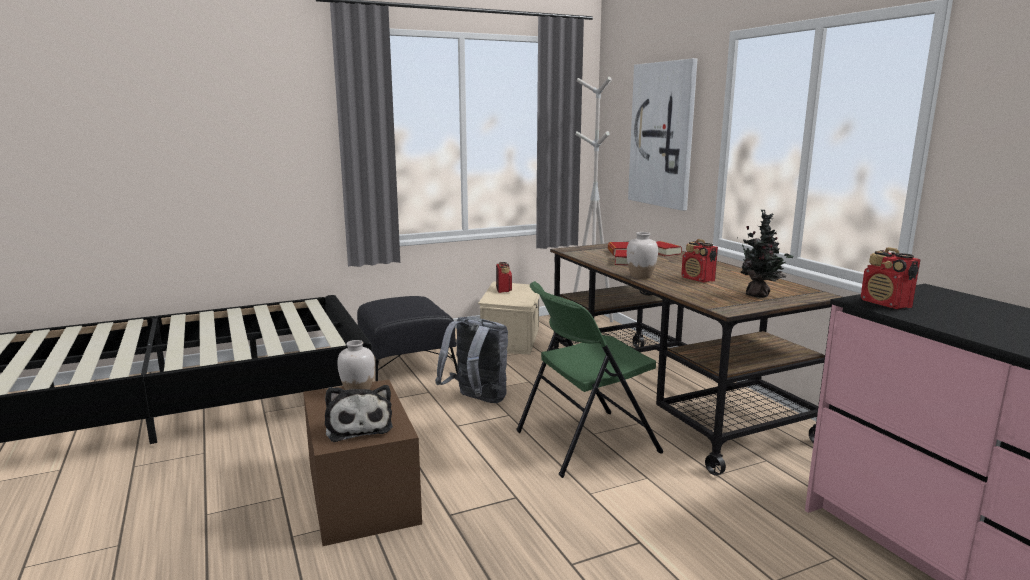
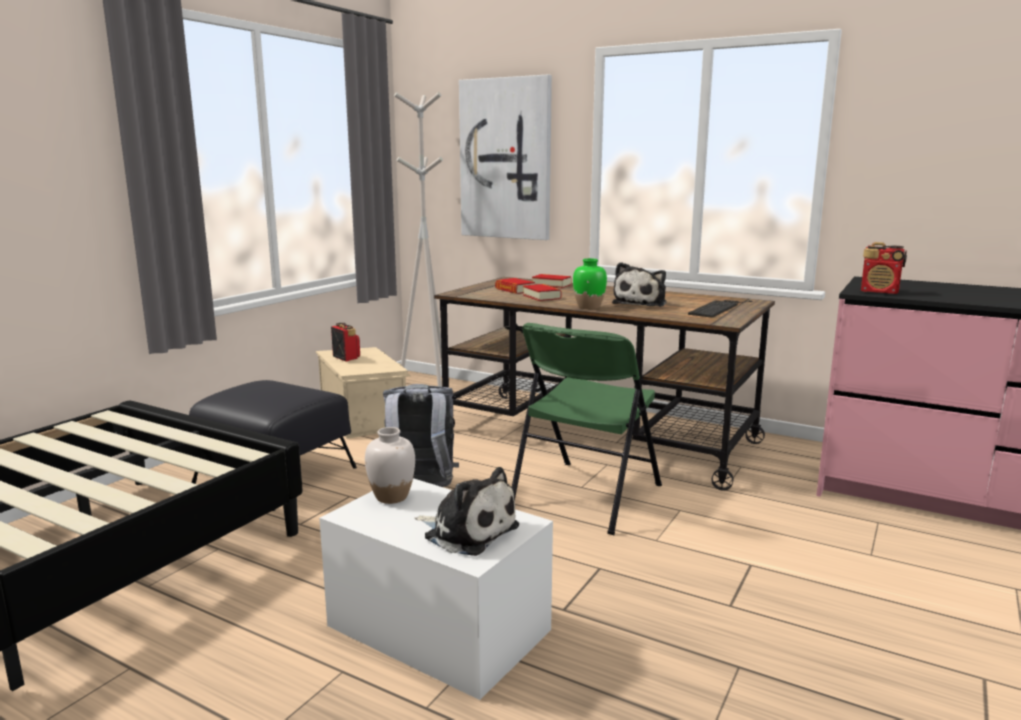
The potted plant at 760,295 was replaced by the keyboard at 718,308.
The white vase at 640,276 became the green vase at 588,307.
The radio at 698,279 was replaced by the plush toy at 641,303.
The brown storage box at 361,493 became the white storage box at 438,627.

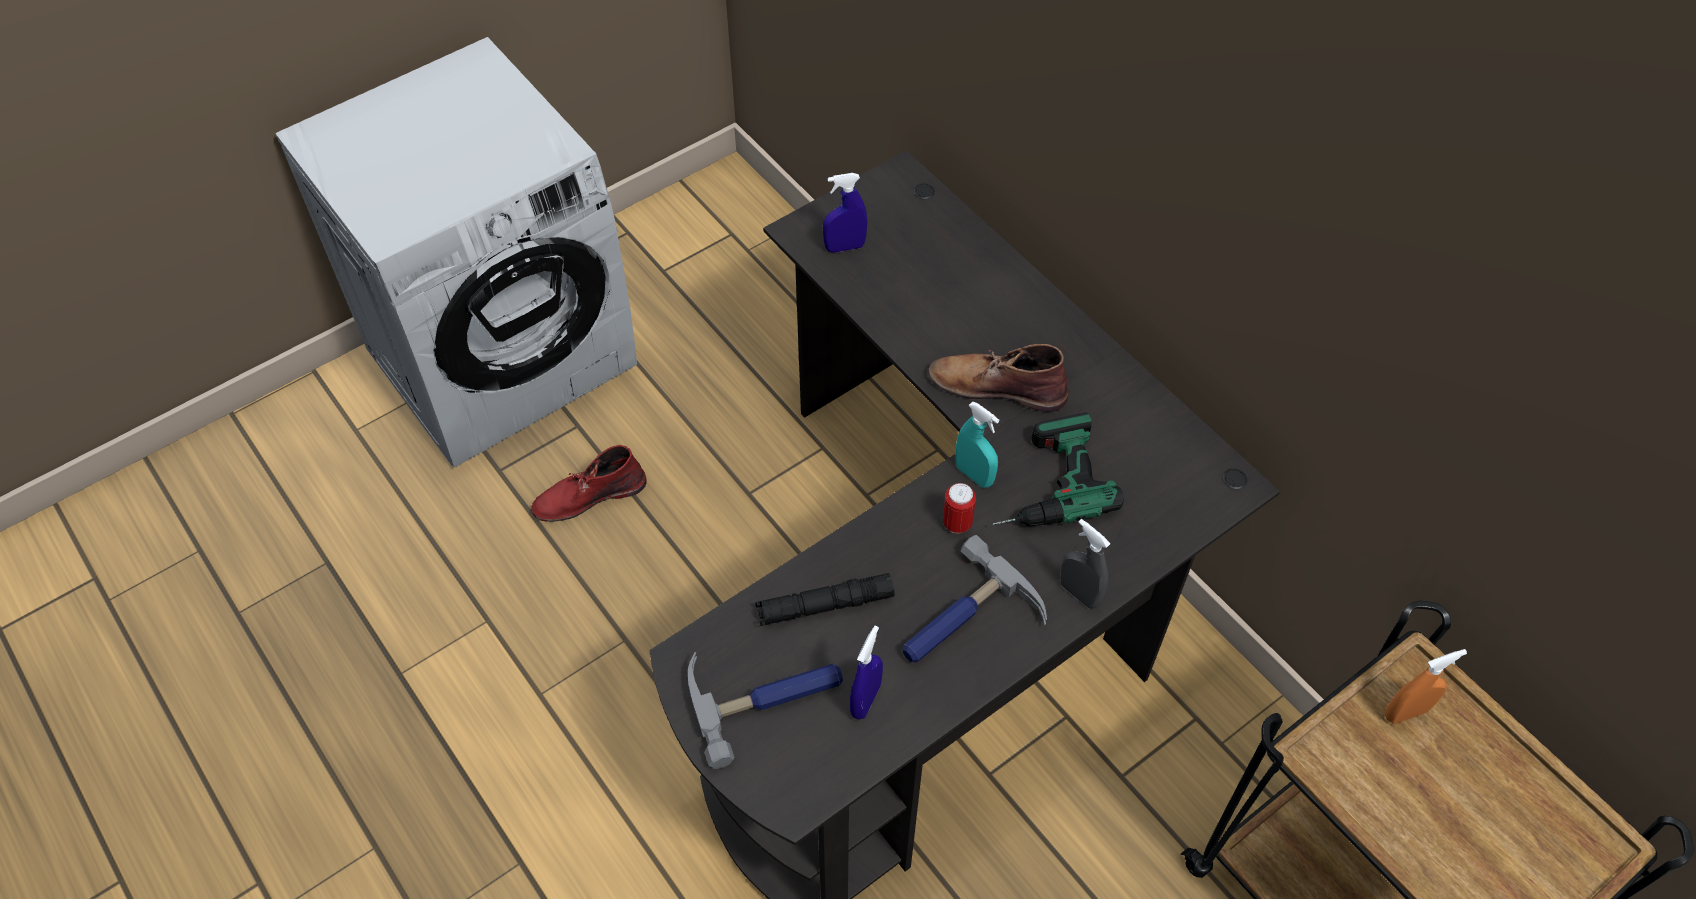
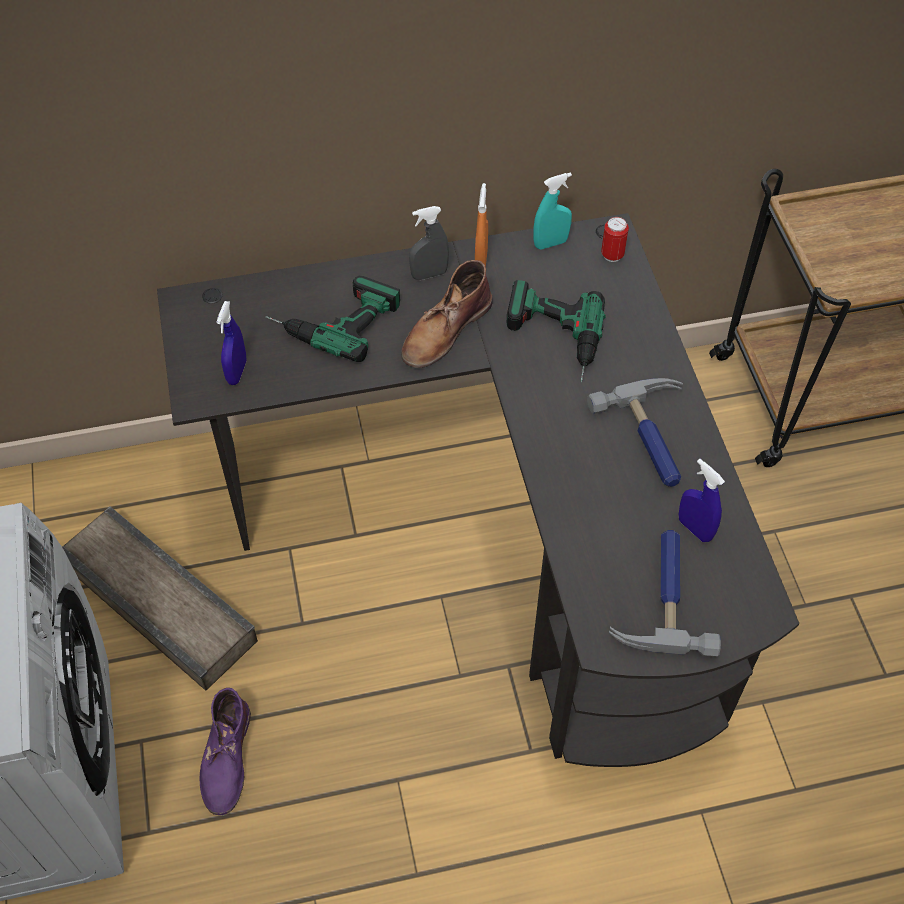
The turquoise spray bottle moved from 974,475 to 550,243.
The red boot at 588,495 became the purple boot at 226,758.
The can moved from 957,523 to 612,255.
The grey spray bottle moved from 1079,593 to 429,274.
The black flashlight at 825,605 disappeared.
The orange spray bottle moved from 1405,712 to 481,260.
The power drill at 332,318 appeared.
The crate at 161,600 appeared.

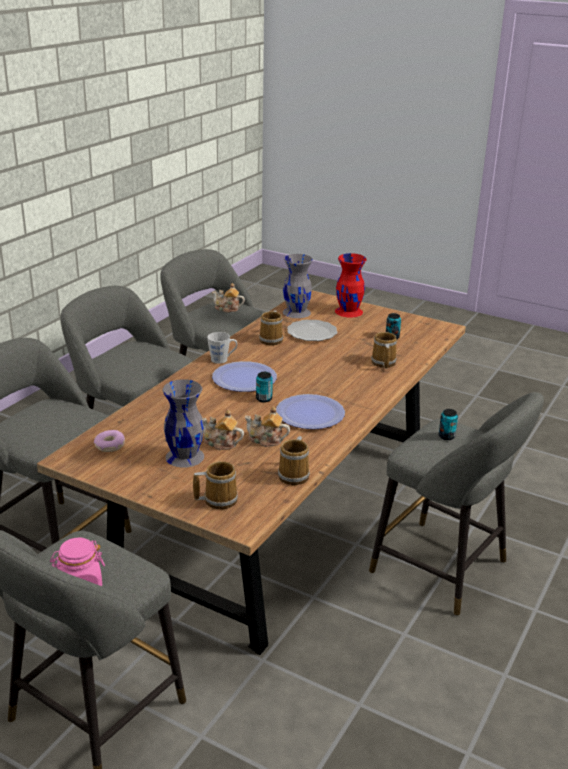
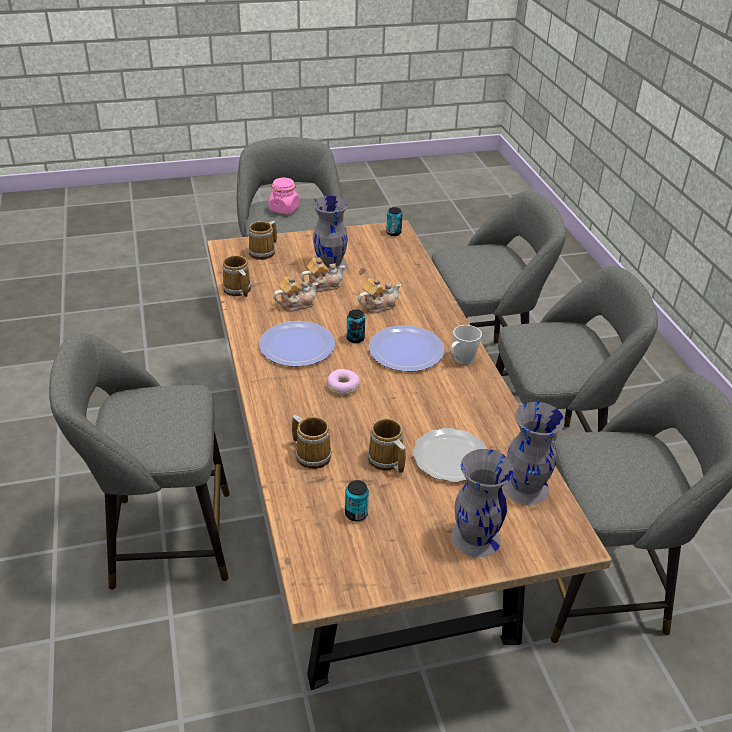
The red vase at 349,311 became the grey vase at 475,538.
The teapot moved from 227,309 to 378,306.
The mug moved from 272,339 to 386,460.
The can moved from 446,436 to 393,233.
The donut moved from 110,446 to 343,386.

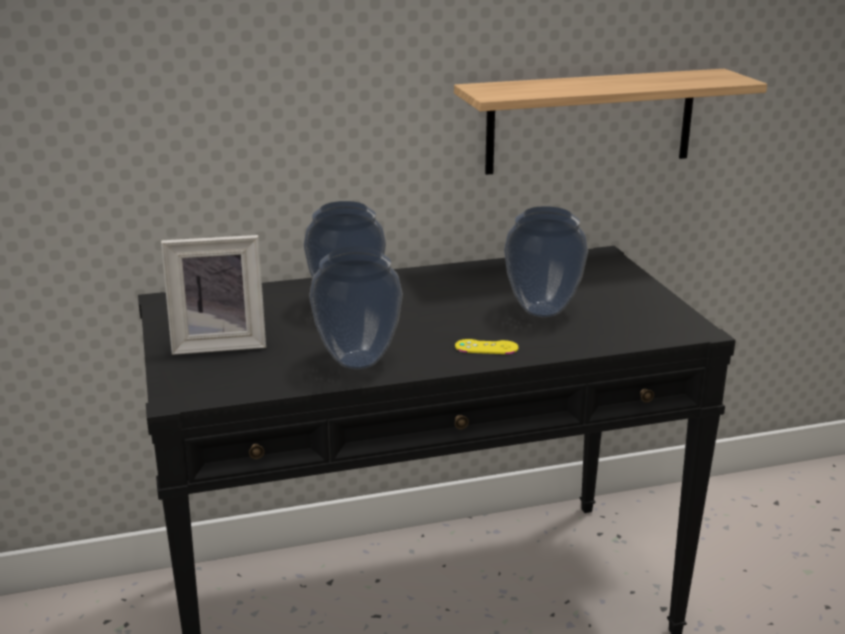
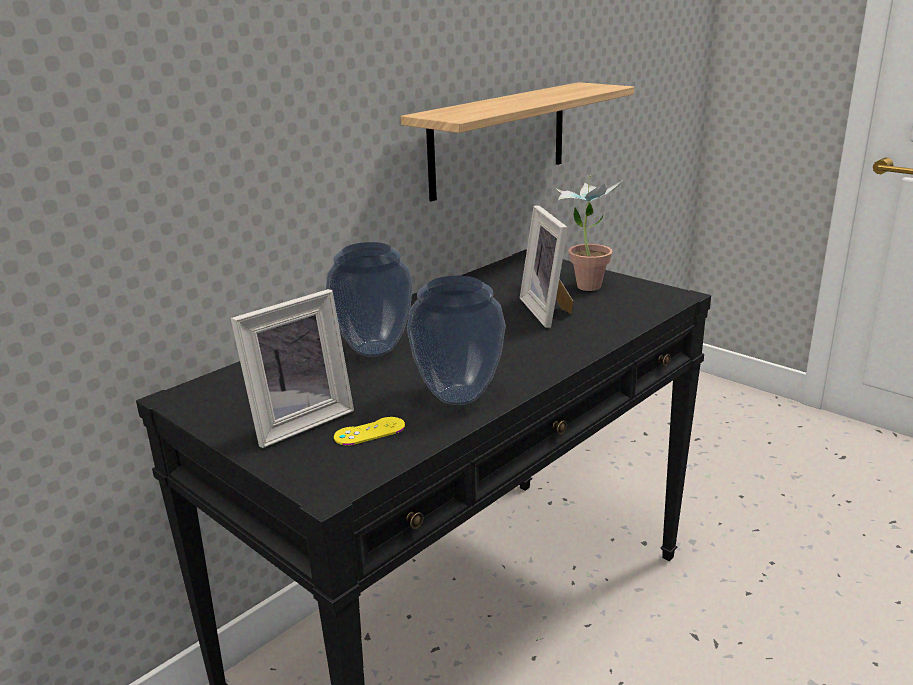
The vase at 543,311 was replaced by the picture frame at 549,311.
The yellow game controller moved from 486,347 to 369,431.
The potted plant at 585,283 appeared.

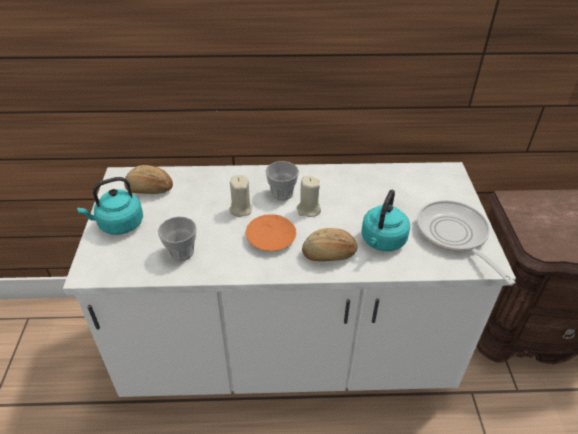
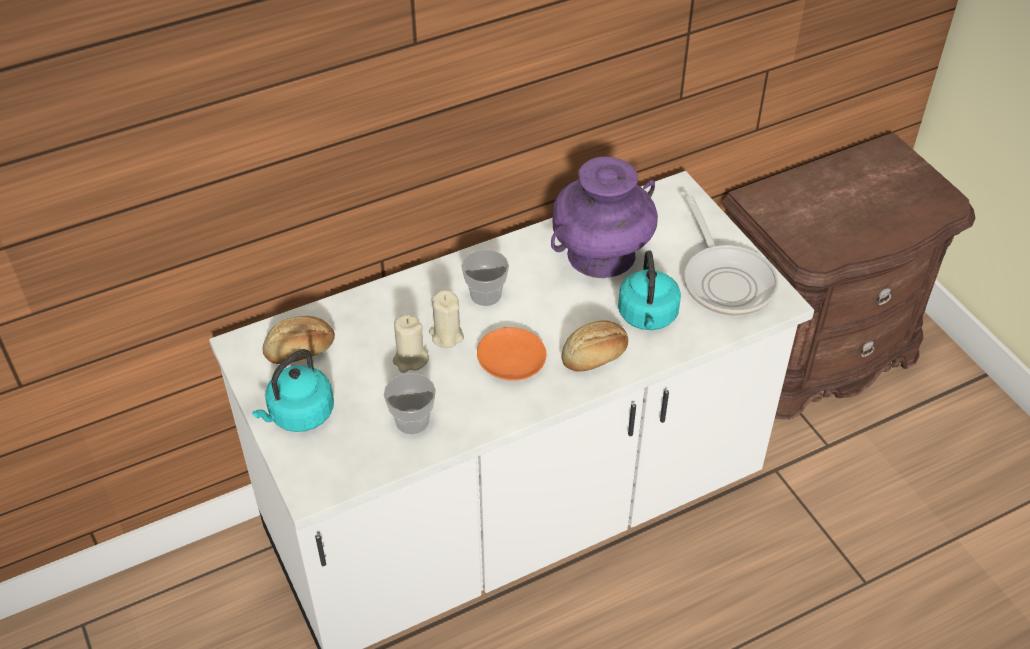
The beige candle moved from 308,210 to 410,359.
The frying pan at 454,236 turned 150 degrees counterclockwise.
The purple vase at 601,255 appeared.

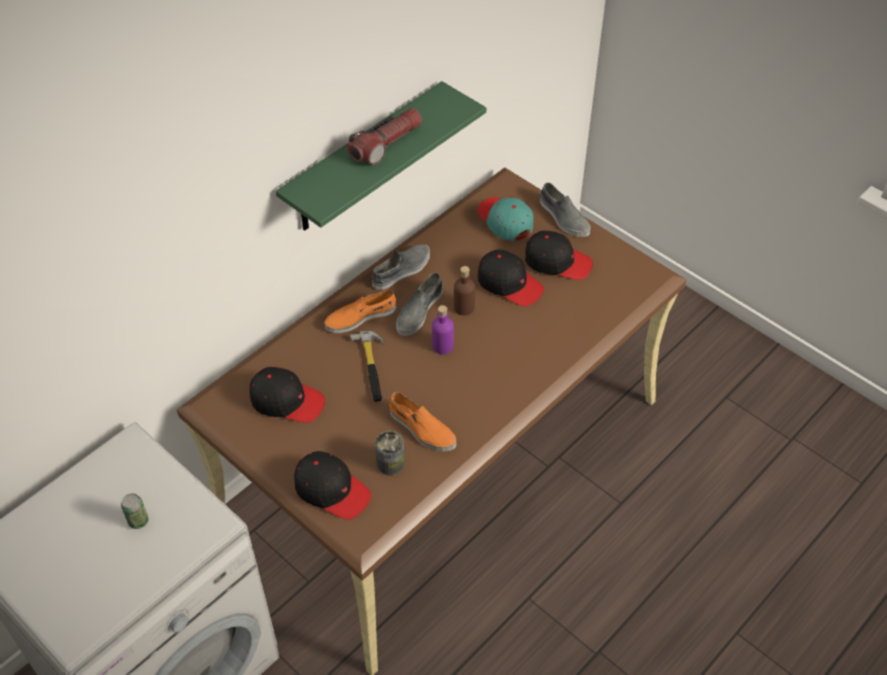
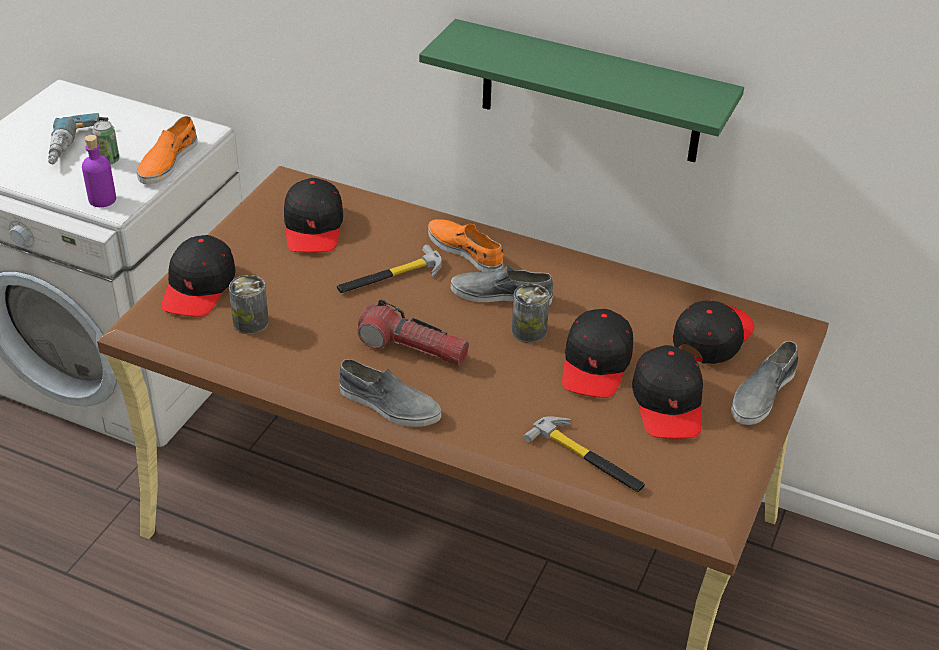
The flashlight moved from 386,144 to 413,348.
The turquoise cap at 505,221 became the black cap at 712,337.
The grey shoe moved from 402,270 to 388,404.
The brown bottle at 464,307 was replaced by the can at 529,331.
The purple bottle moved from 442,346 to 102,199.
The orange shoe moved from 421,429 to 167,161.
The power drill at 78,147 appeared.
The hammer at 588,458 appeared.

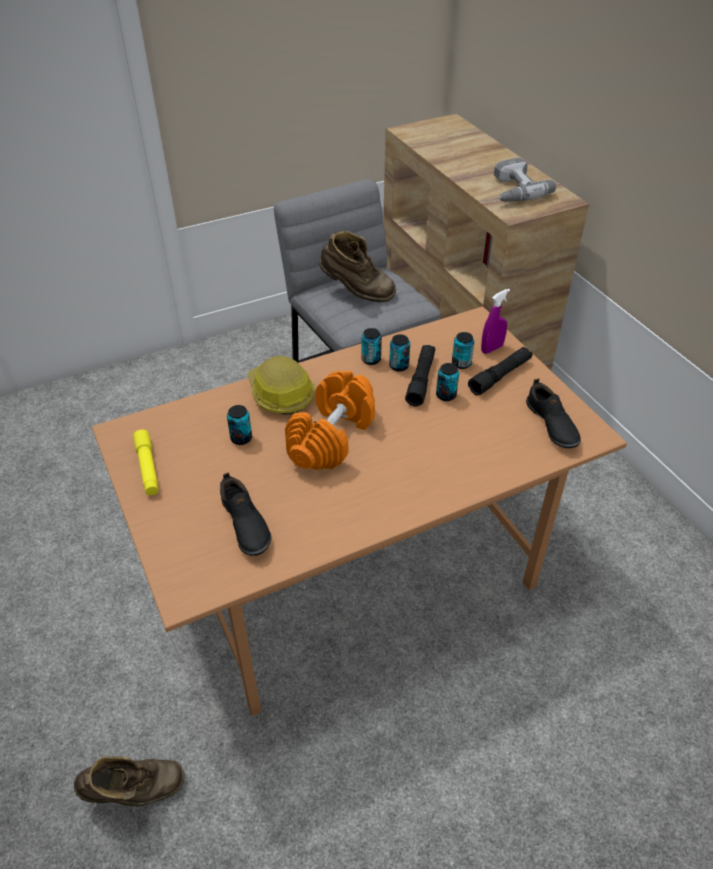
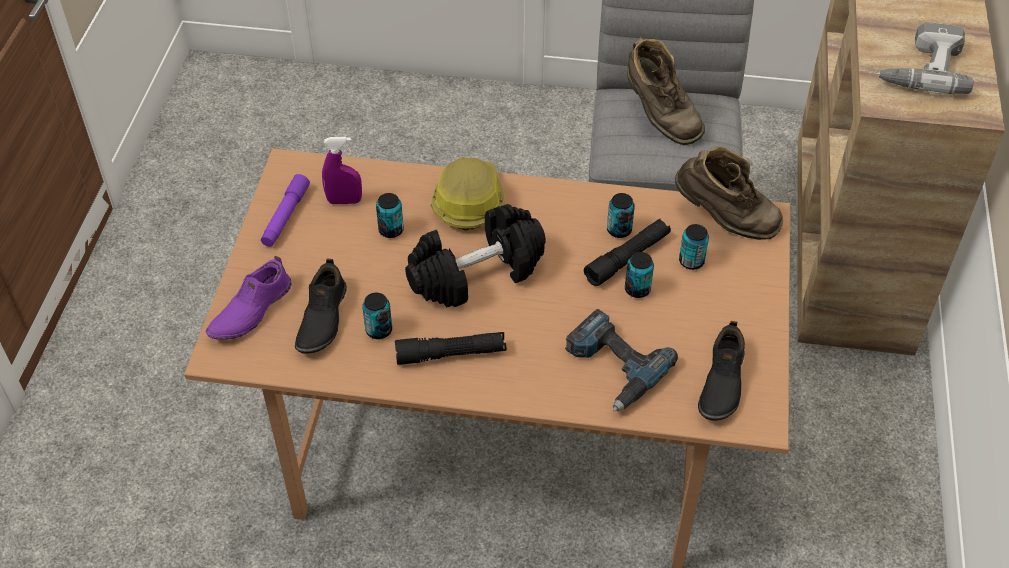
The purple spray bottle moved from 492,349 to 344,201.
The can moved from 371,359 to 379,330.
The black flashlight moved from 500,376 to 451,354.
The orange dumbbell at 332,437 became the black dumbbell at 476,274.
The yellow flashlight at 147,467 became the purple flashlight at 285,216.
The brown boot moved from 135,793 to 724,221.
The purple shoe at 250,310 appeared.
The power drill at 612,367 appeared.

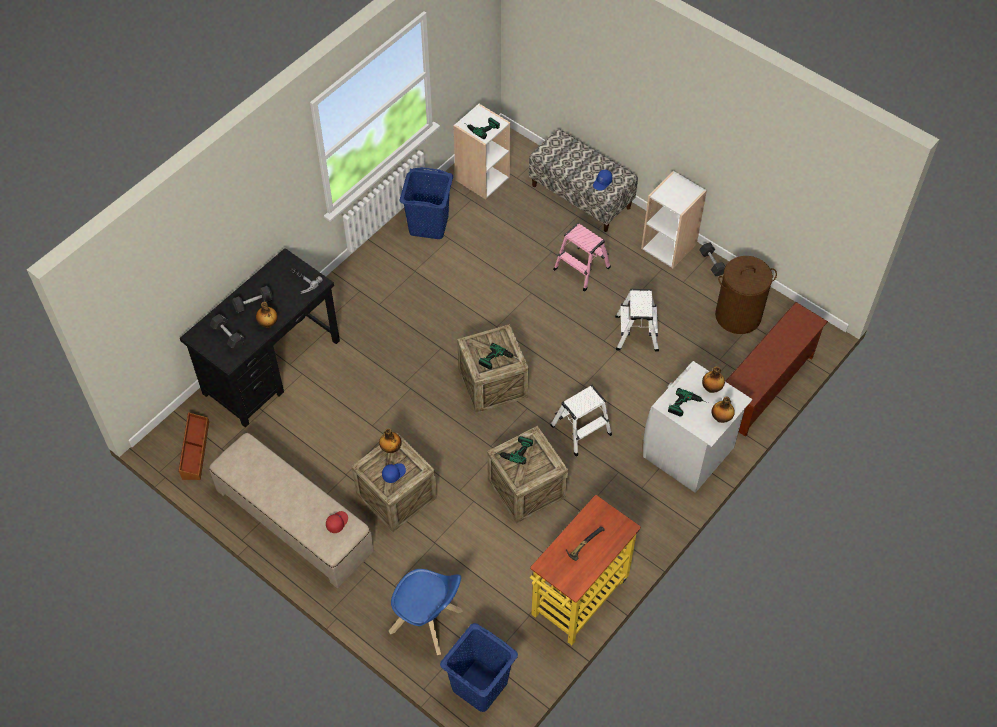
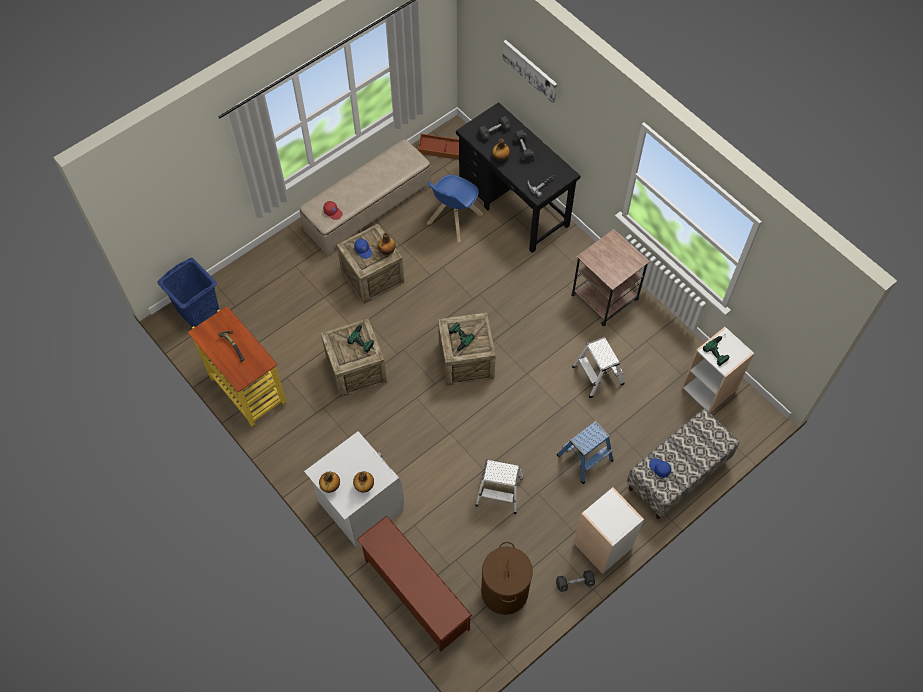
The blue laundry basket at 429,225 disappeared.
The pink step ladder at 582,268 became the blue step ladder at 584,458.
The white step ladder moved from 581,429 to 598,375.
The power drill at 688,406 disappeared.
The blue chair moved from 428,622 to 453,220.
The picture at 530,70 appeared.
The brown cart at 605,298 appeared.

